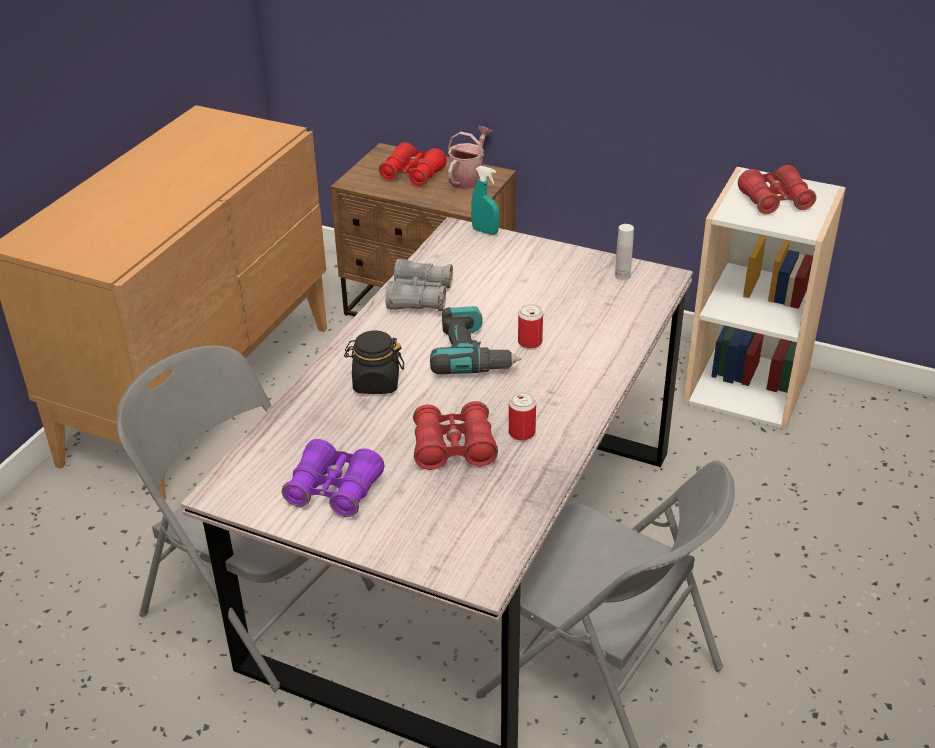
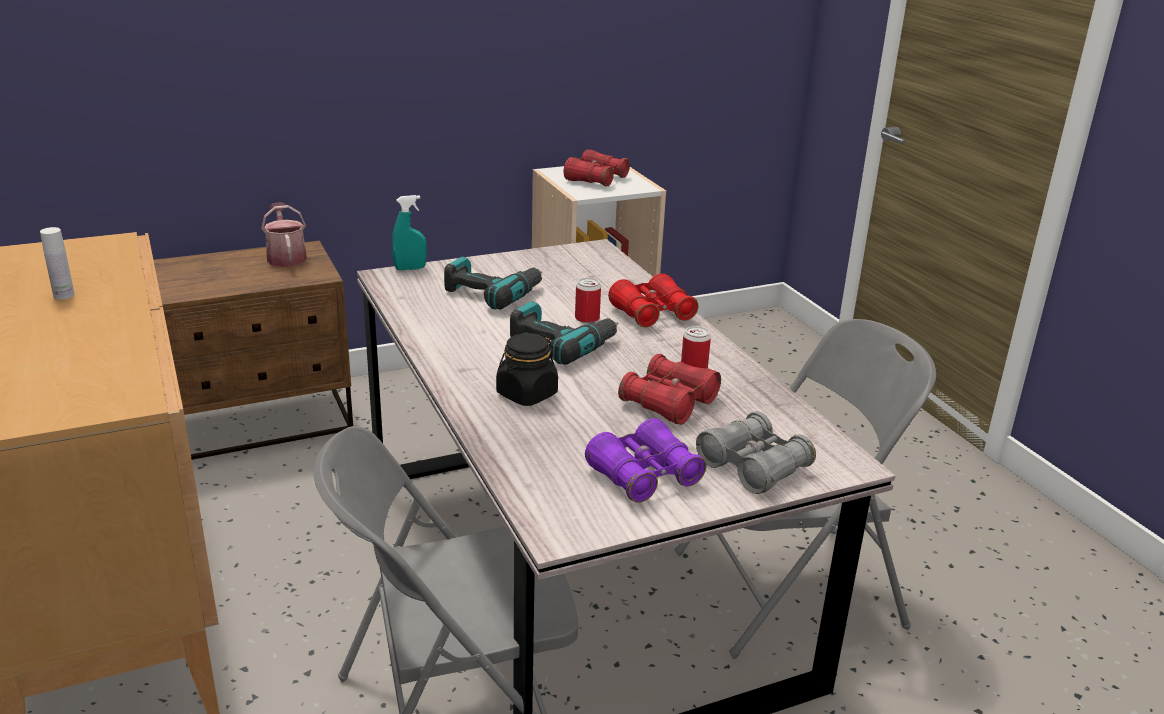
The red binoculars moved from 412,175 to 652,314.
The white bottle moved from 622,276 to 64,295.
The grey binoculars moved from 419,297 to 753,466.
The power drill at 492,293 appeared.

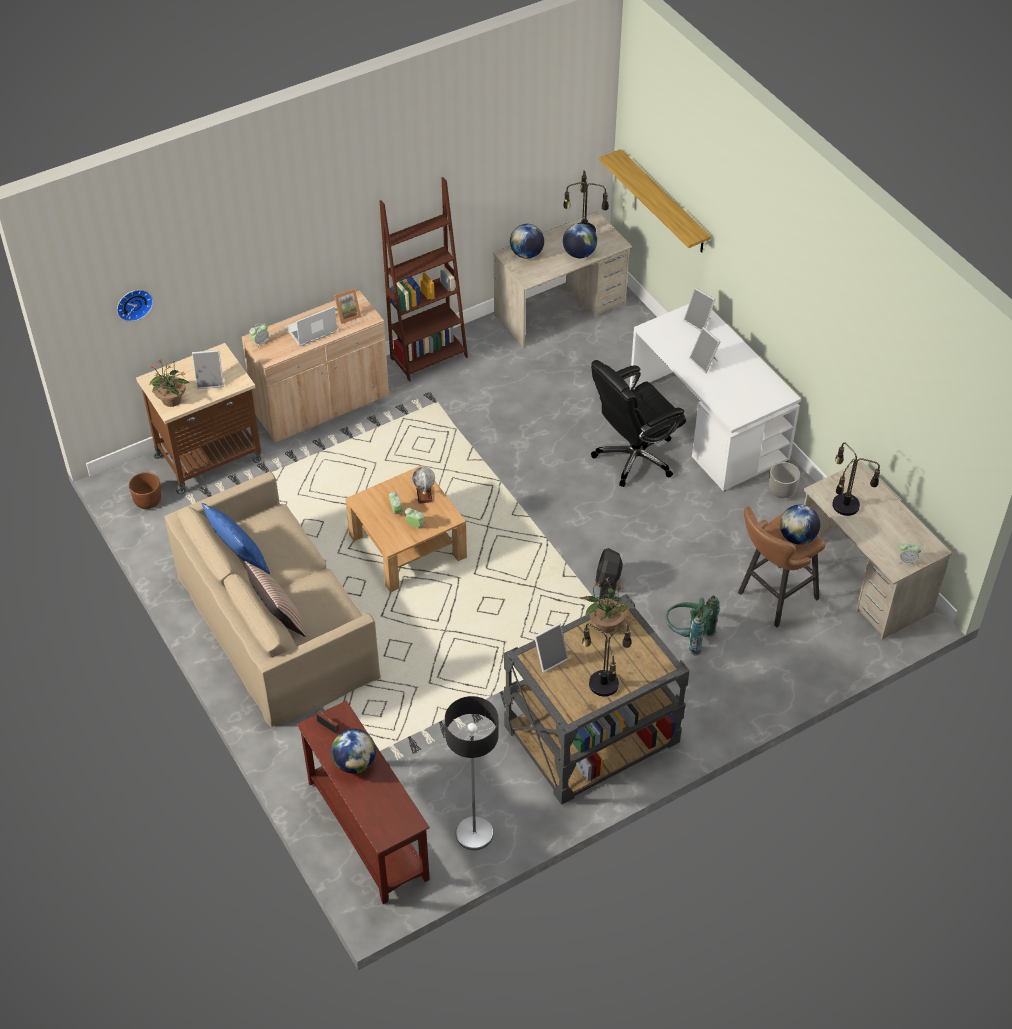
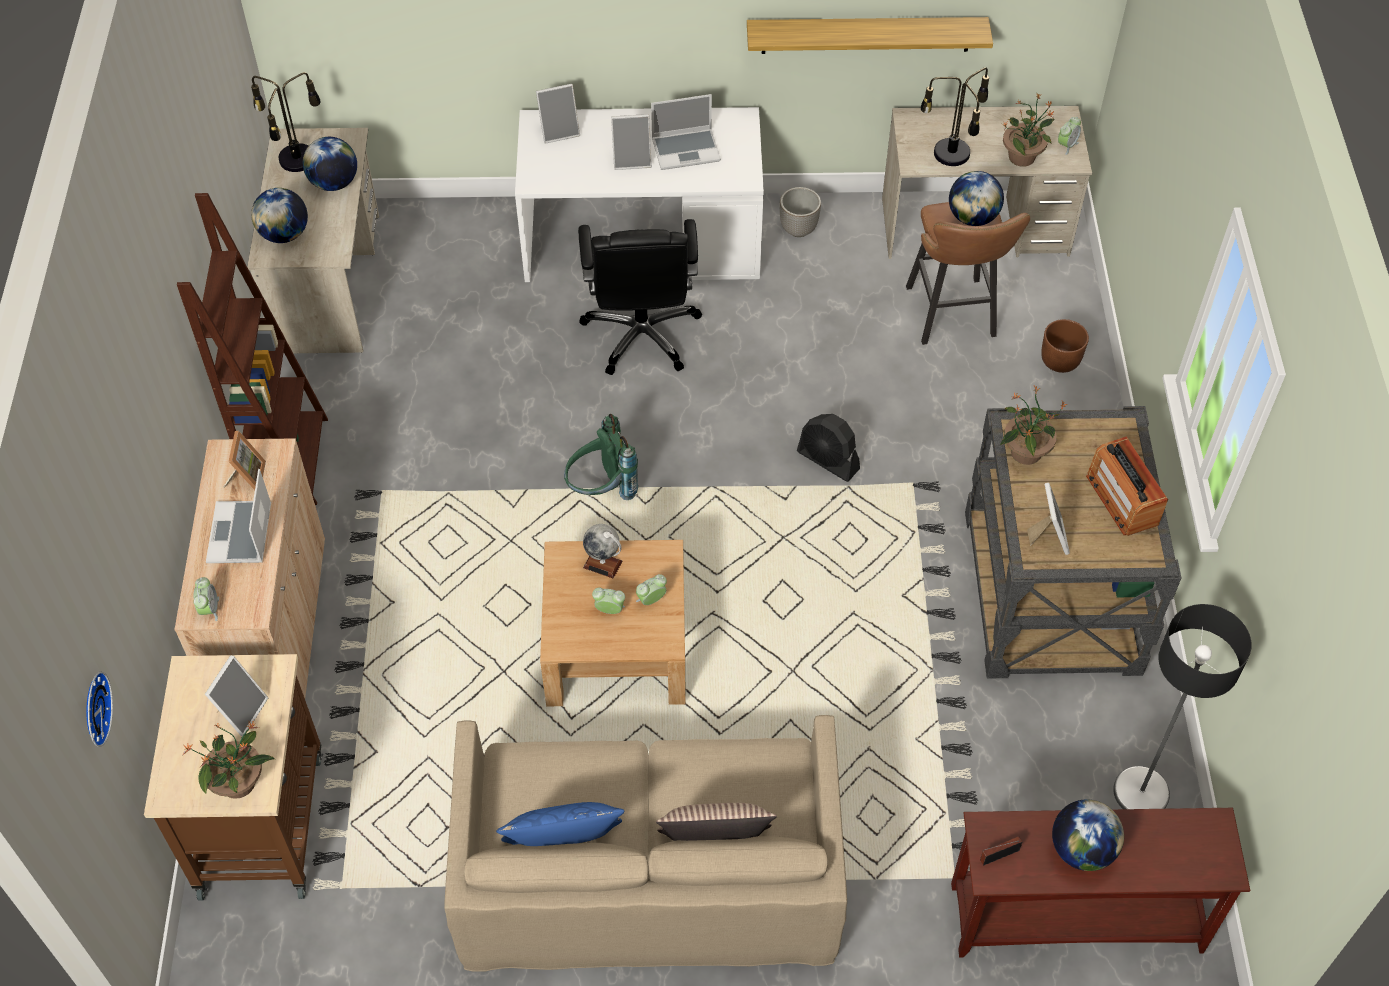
The shelf moved from 663,202 to 866,35.
The brown planter moved from 148,500 to 1059,360.
The green backpack moved from 688,636 to 601,490.
The table lamp at 604,684 was replaced by the radio at 1121,499.
The potted plant at 1022,157 appeared.
The laptop at 686,149 appeared.

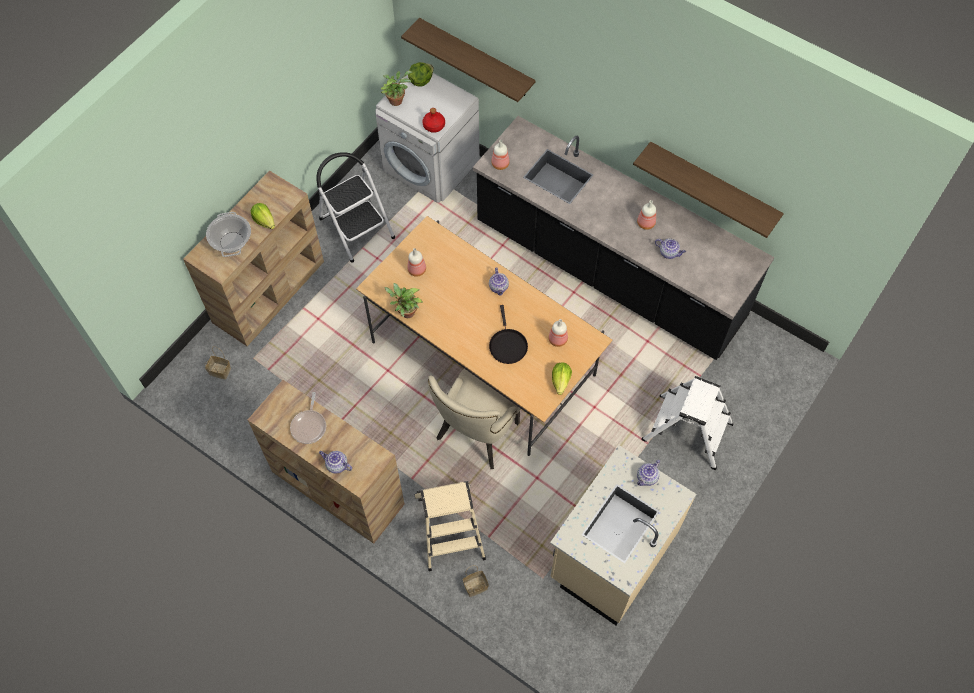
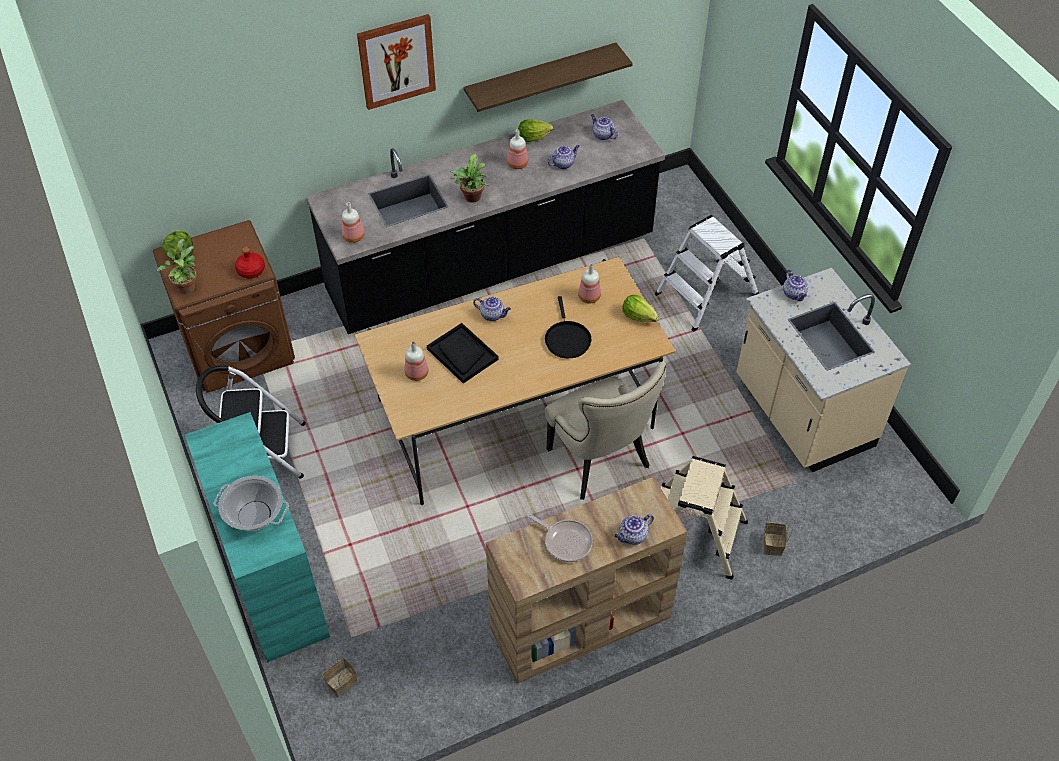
The shelf at 476,58 disappeared.
The white washing machine at 430,166 became the brown washing machine at 240,348.
The brown bookcase at 268,291 became the turquoise bookcase at 271,580.
The lettuce moved from 264,221 to 533,137.
The potted plant moved from 405,312 to 471,198.
The black frying pan at 507,345 turned 60 degrees clockwise.
The picture at 396,61 appeared.
The teapot at 602,135 appeared.
The black tray at 462,354 appeared.

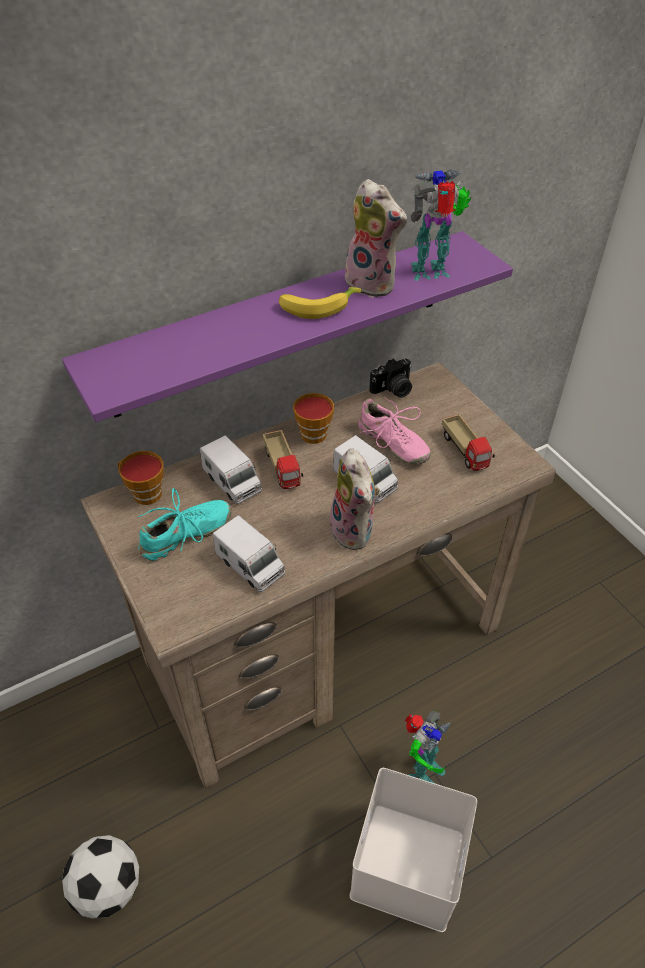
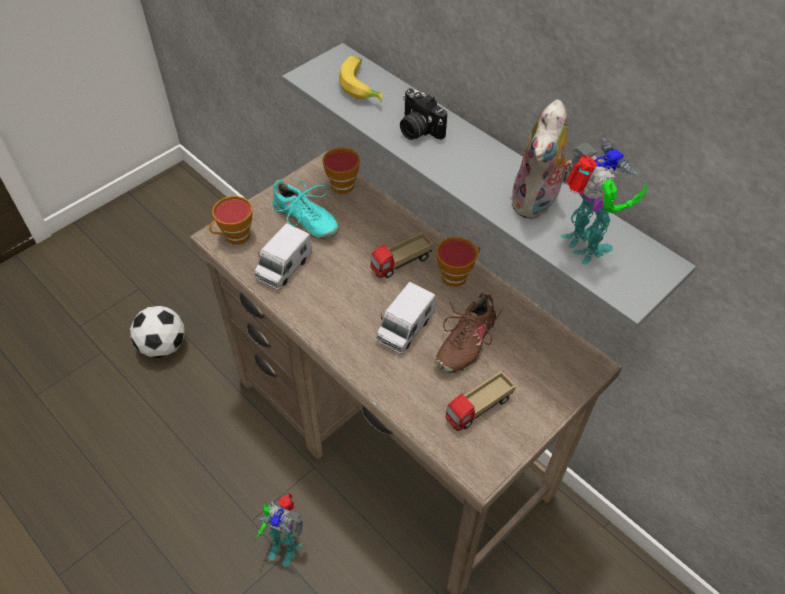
The purple shelf at 283,323 became the grey shelf at 491,171.
The banana moved from 317,306 to 363,86.
The photo camera moved from 393,390 to 418,130.
The pink shoe at 392,444 became the brown shoe at 465,342.
The toy truck at 232,482 disappeared.
The plush toy at 355,531 disappeared.
The white storage box at 409,868 disappeared.
The cup at 235,237 appeared.

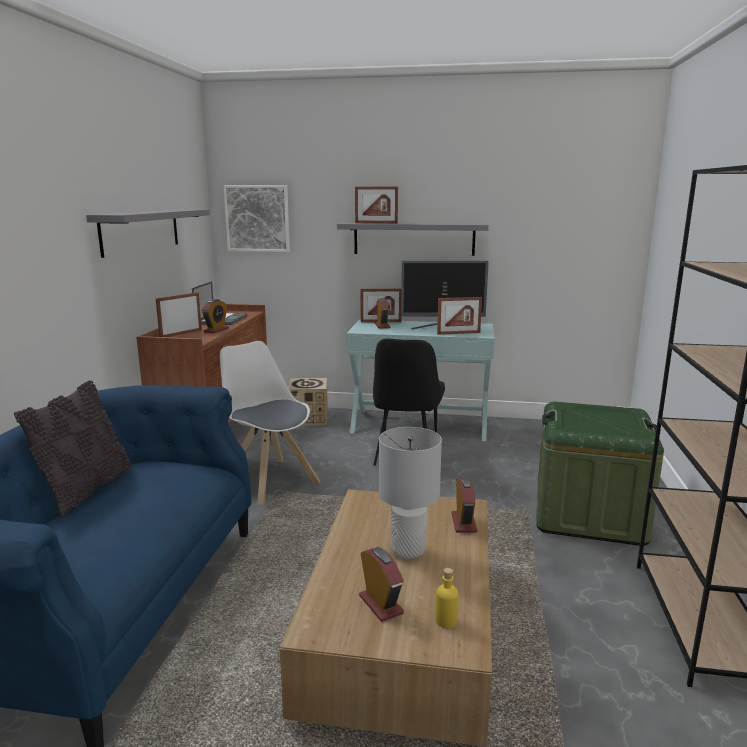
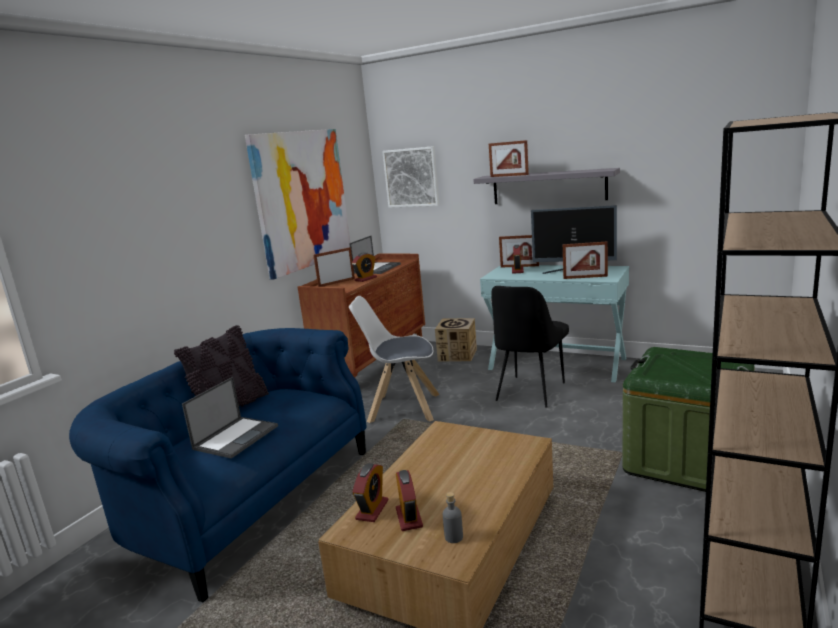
The grey shelf at 141,231 was replaced by the picture at 302,199.
The chair at 269,479 turned 60 degrees counterclockwise.
The grey table lamp at 407,552 disappeared.
The alarm clock moved from 464,523 to 372,510.
The yellow bottle at 446,621 became the grey bottle at 454,537.
The laptop at 236,437 appeared.

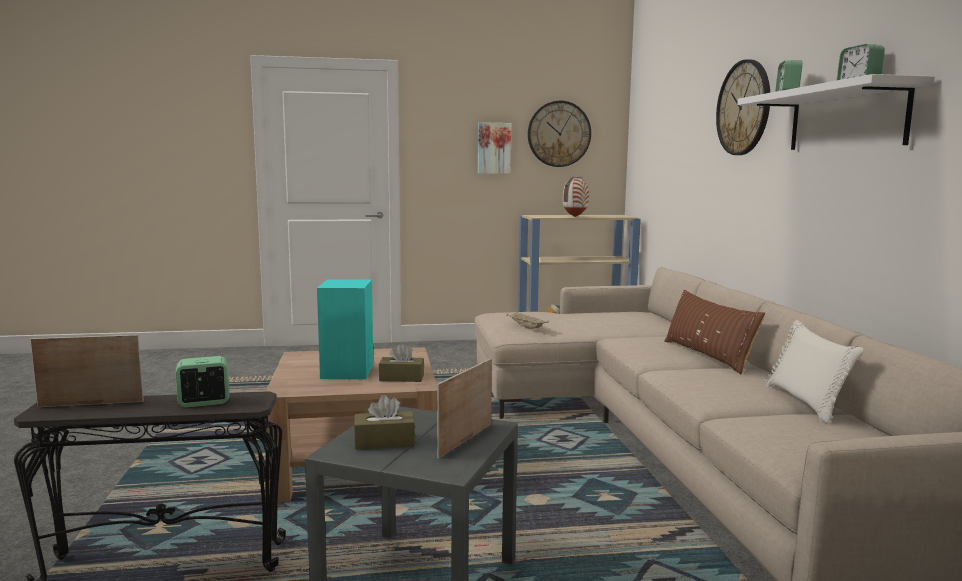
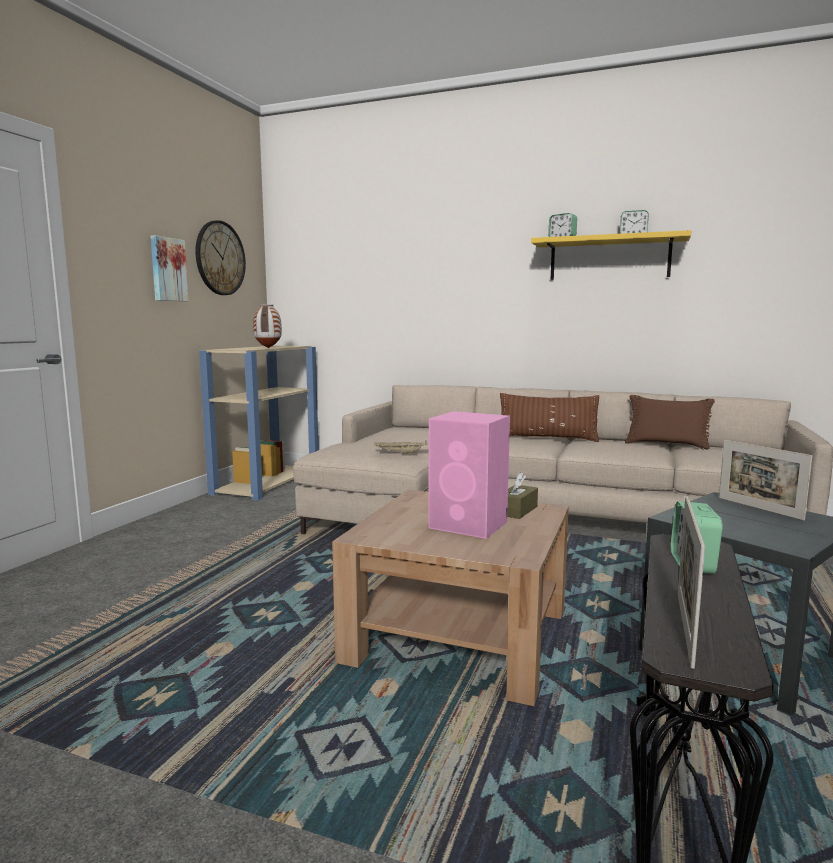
The wall clock at 743,108 disappeared.
The white shelf at 846,118 became the yellow shelf at 609,259.
The turquoise speaker at 347,372 became the pink speaker at 470,525.
The white pillow at 806,403 became the brown pillow at 666,445.
The brown tissue box at 384,442 disappeared.

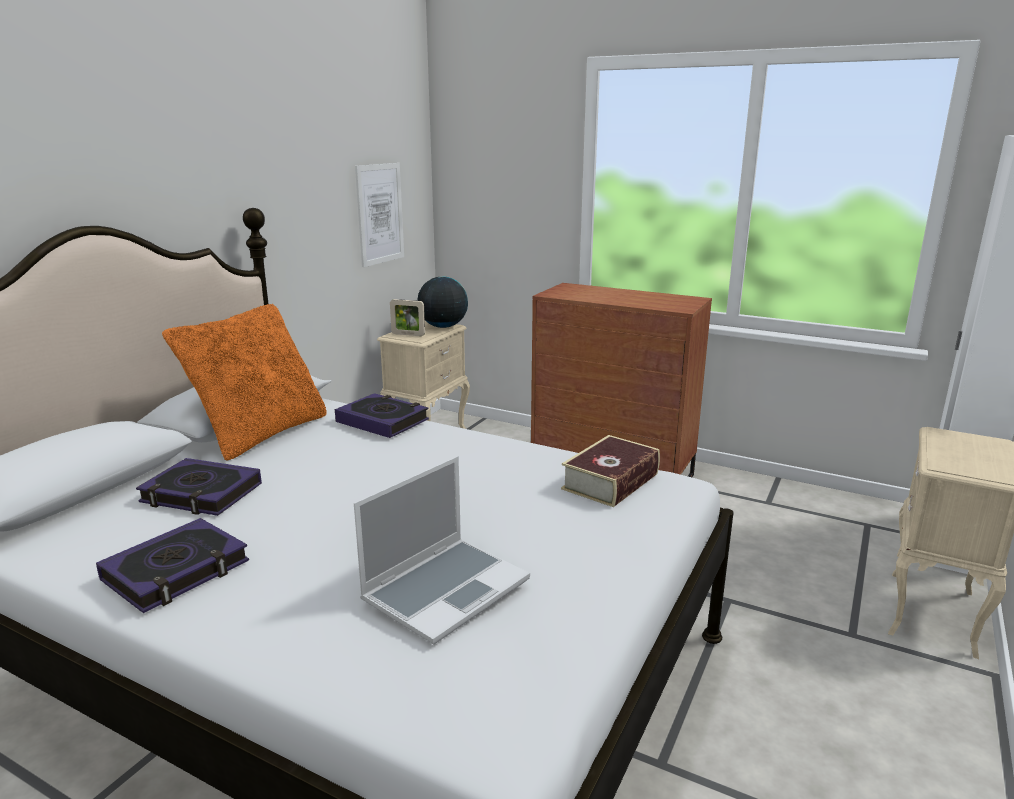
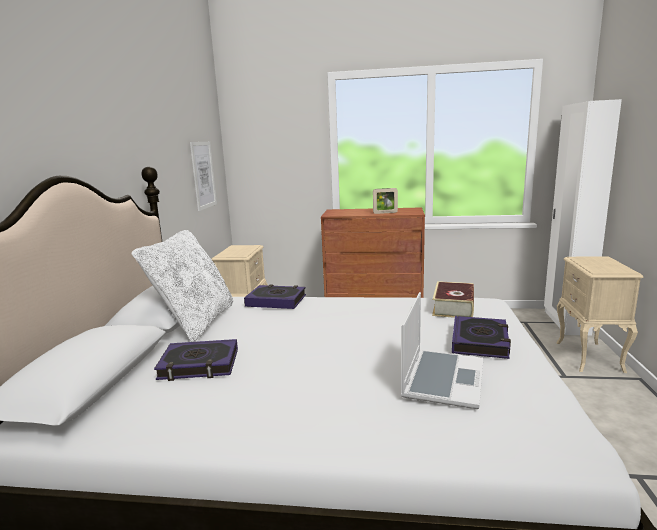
The globe at 443,326 disappeared.
The picture frame moved from 408,334 to 385,213.
The orange pillow at 260,431 became the white pillow at 195,321.
The book moved from 176,571 to 480,342.

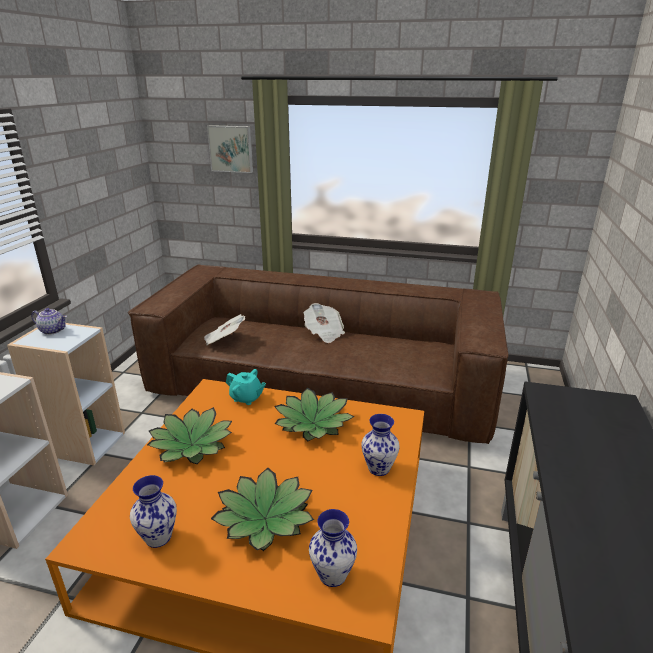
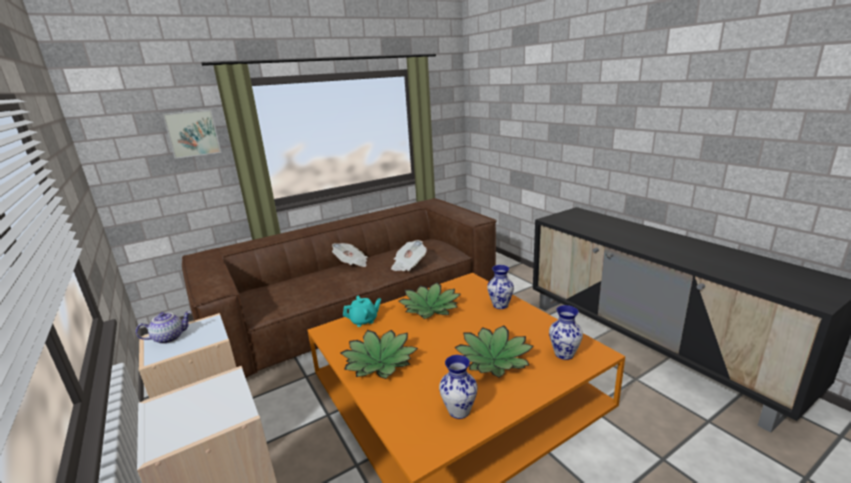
The newspaper moved from 224,340 to 408,265.

